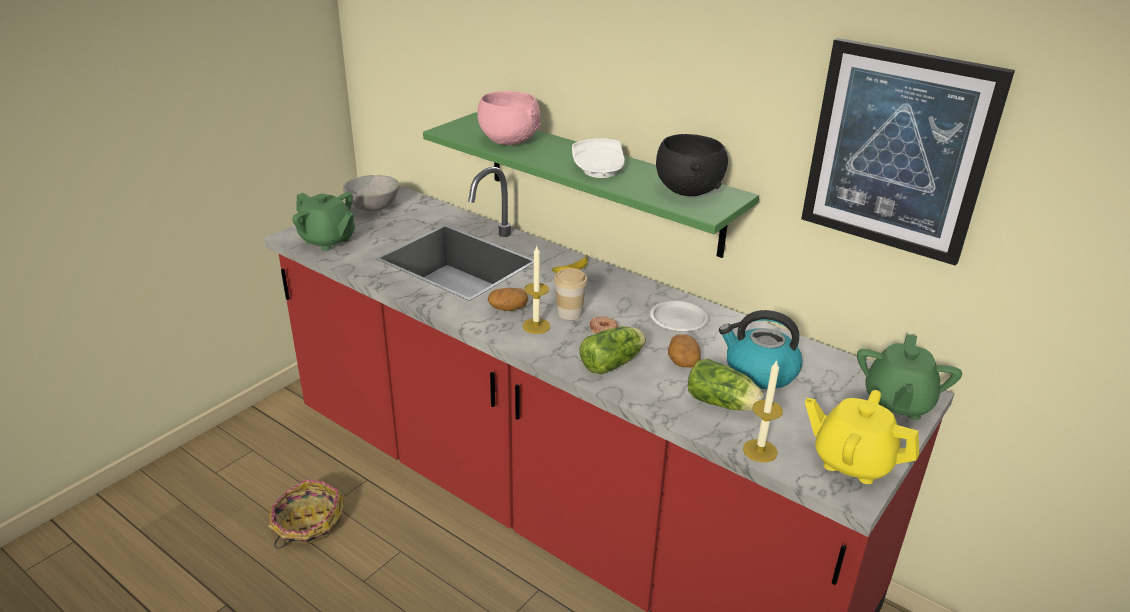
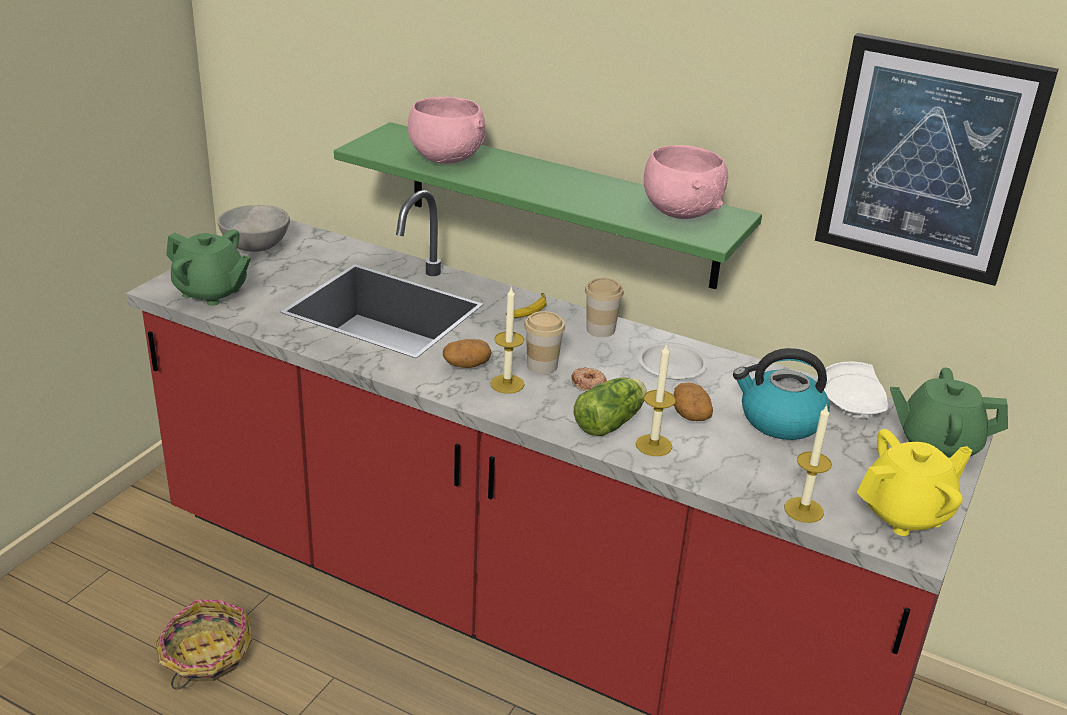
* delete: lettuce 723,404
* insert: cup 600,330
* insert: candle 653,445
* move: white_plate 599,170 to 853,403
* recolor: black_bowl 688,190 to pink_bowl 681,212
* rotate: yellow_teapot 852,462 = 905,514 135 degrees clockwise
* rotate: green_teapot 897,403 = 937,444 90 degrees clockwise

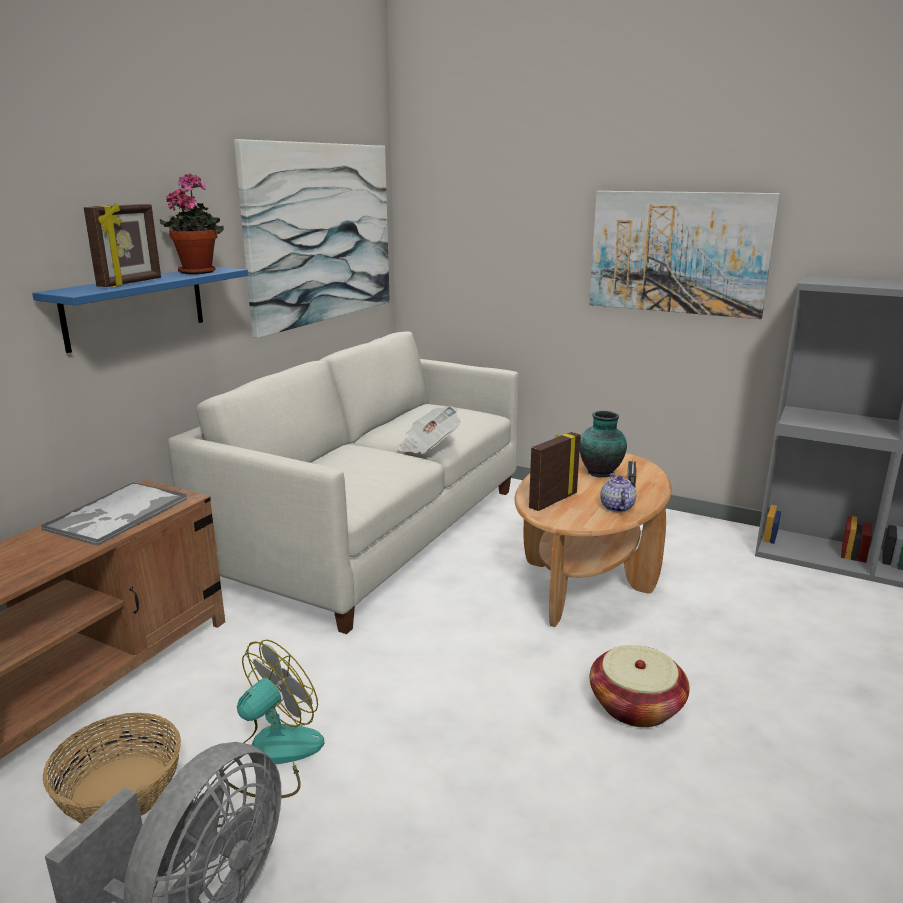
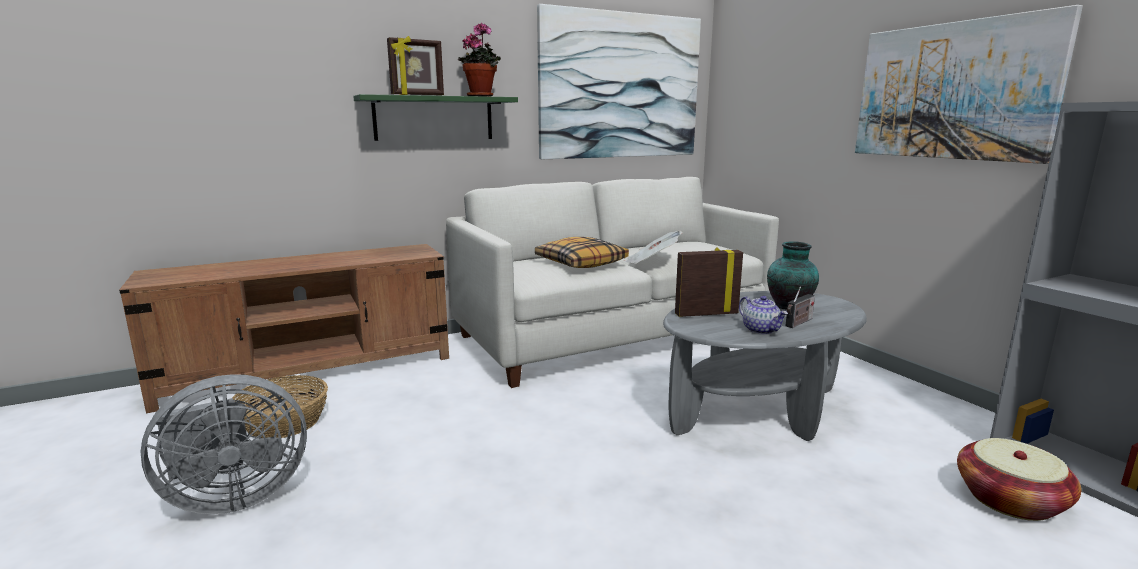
* delete: tray 116,515
* delete: fan 272,755
* insert: pillow 581,263
* move: basket 636,706 to 1009,500
* recolor: blue_shelf 135,307 to green_shelf 434,118
* recolor: brown_coffee_table 587,577 to grey_coffee_table 757,411
* rotate: teapot 616,507 = 761,330 120 degrees clockwise

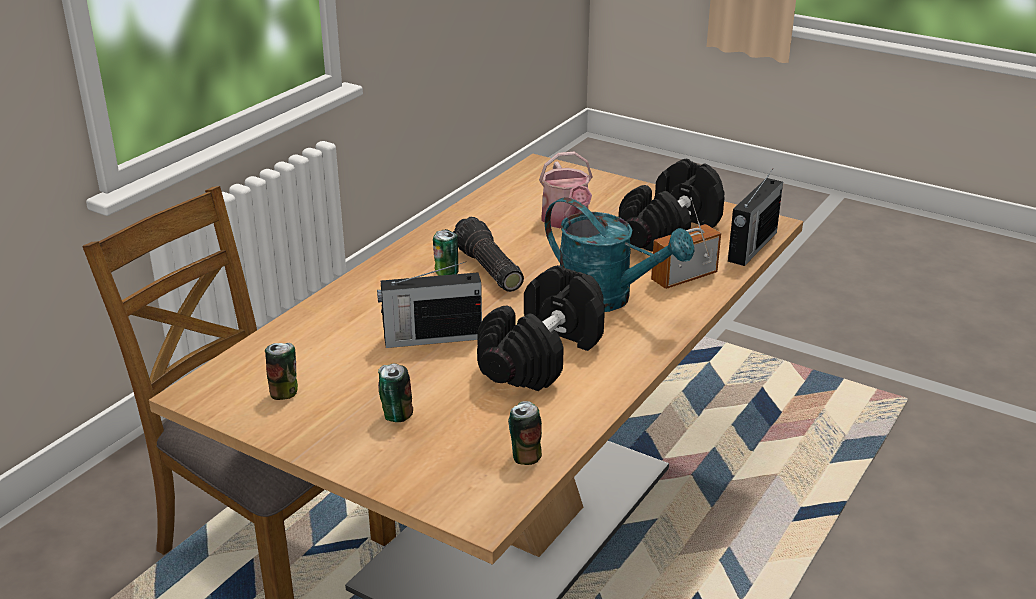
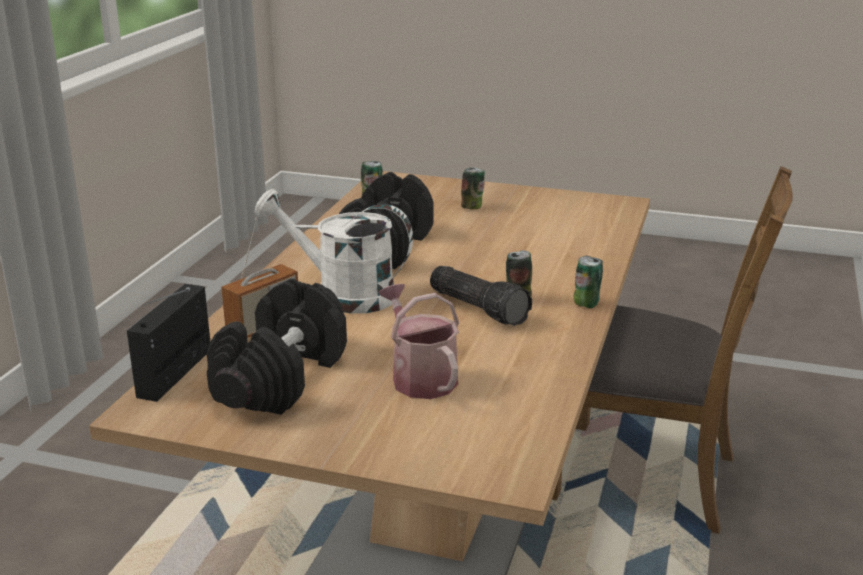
* delete: radio 431,338
* move: can 284,393 to 586,304
* recolor: turquoise_watering_can 607,299 to white_watering_can 342,295

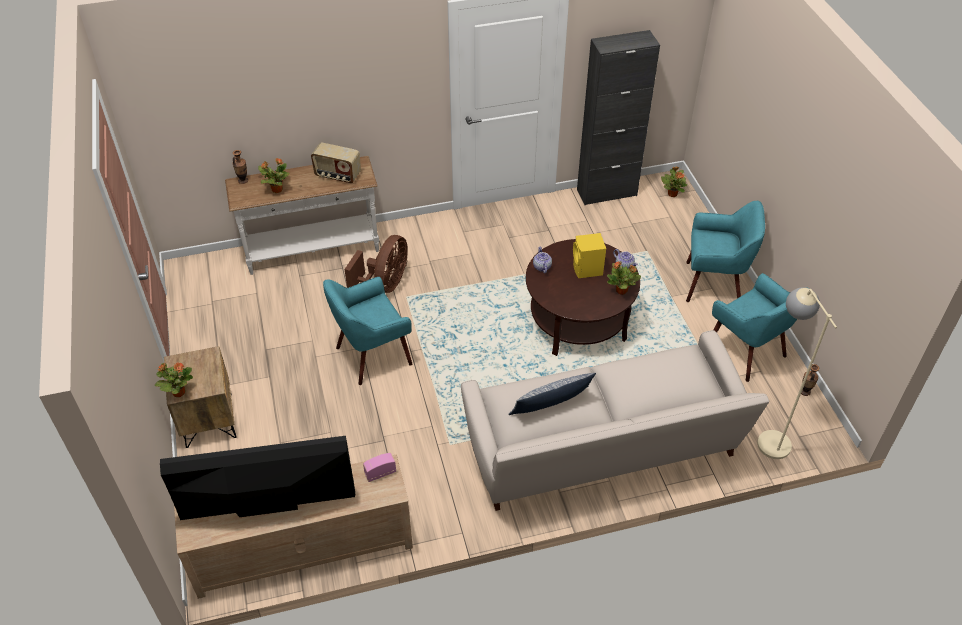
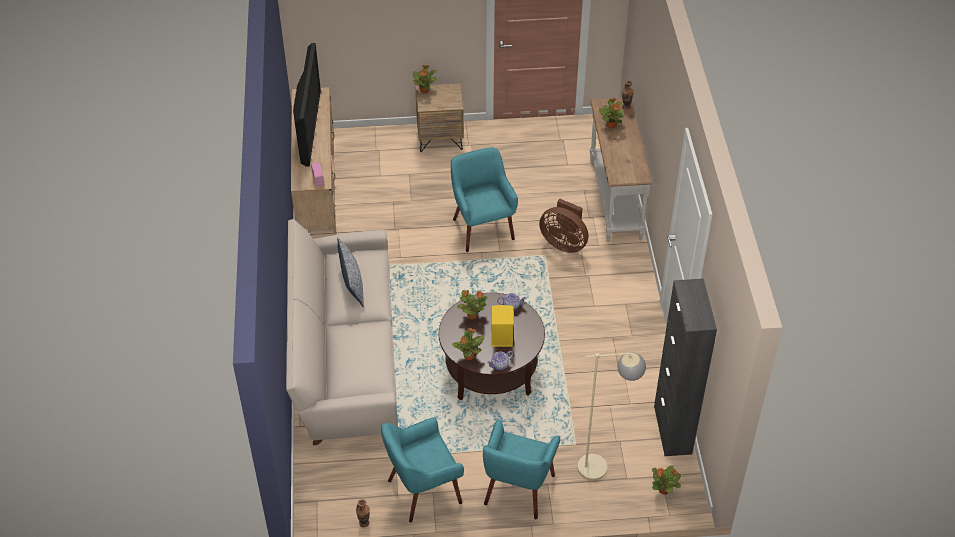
* delete: radio 337,175
* insert: potted_plant 472,315
* move: beige_floor_lamp 768,435 to 603,466

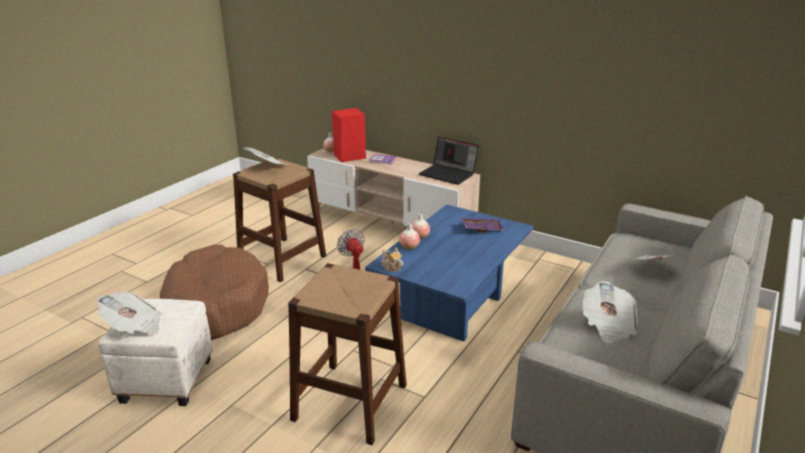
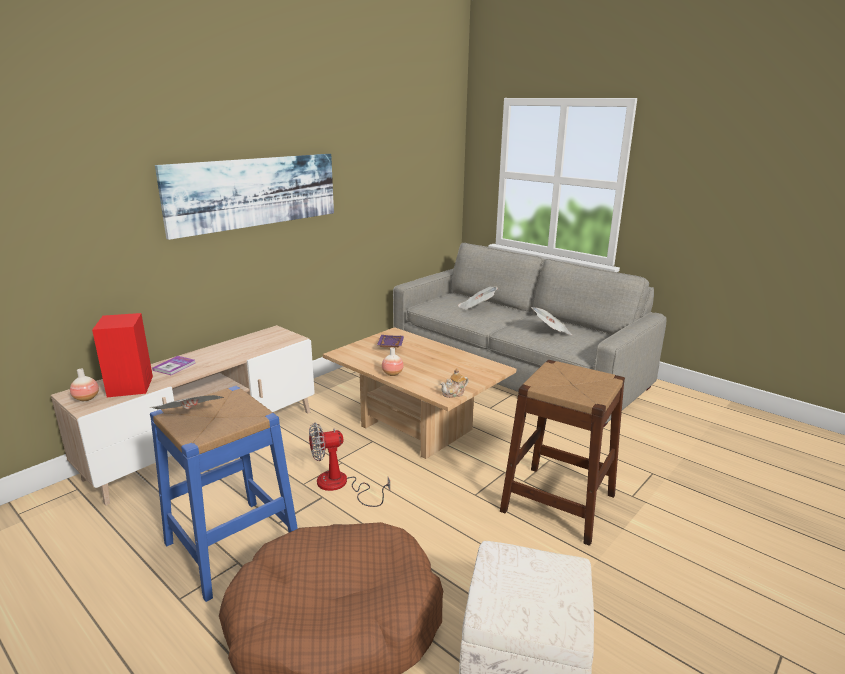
* delete: newspaper 134,326
* delete: vase 409,247
* delete: laptop 448,174
* insert: picture 255,192
* recolor: brown_stool 282,259 to blue_stool 232,546
* recolor: blue_coffee_table 451,308 to beige_coffee_table 416,428

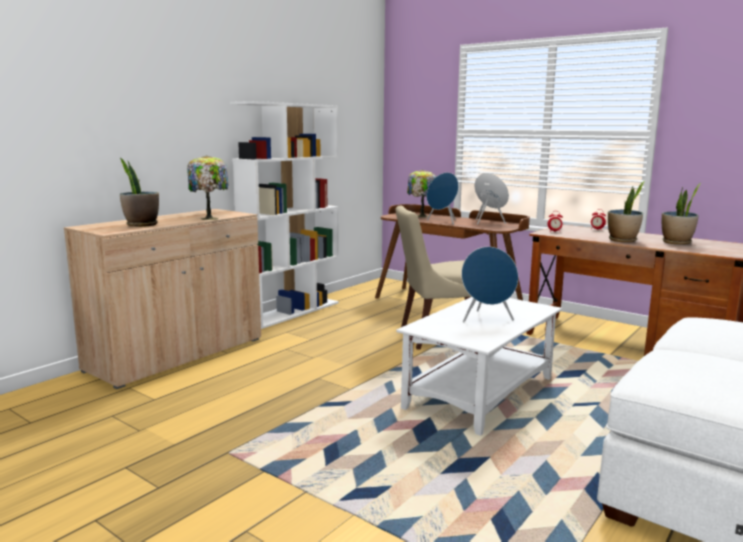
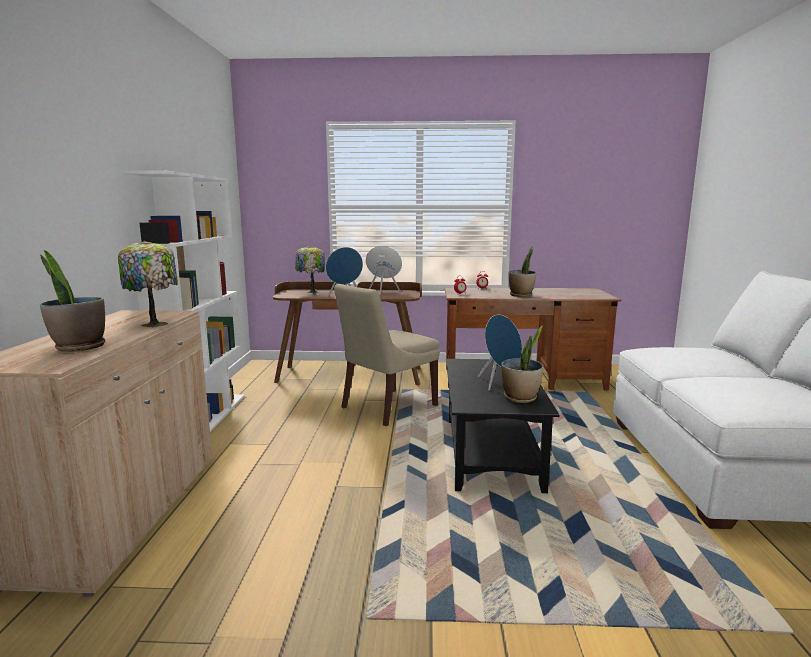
* move: potted_plant 676,242 to 520,398
* recolor: white_coffee_table 480,394 to black_coffee_table 491,454

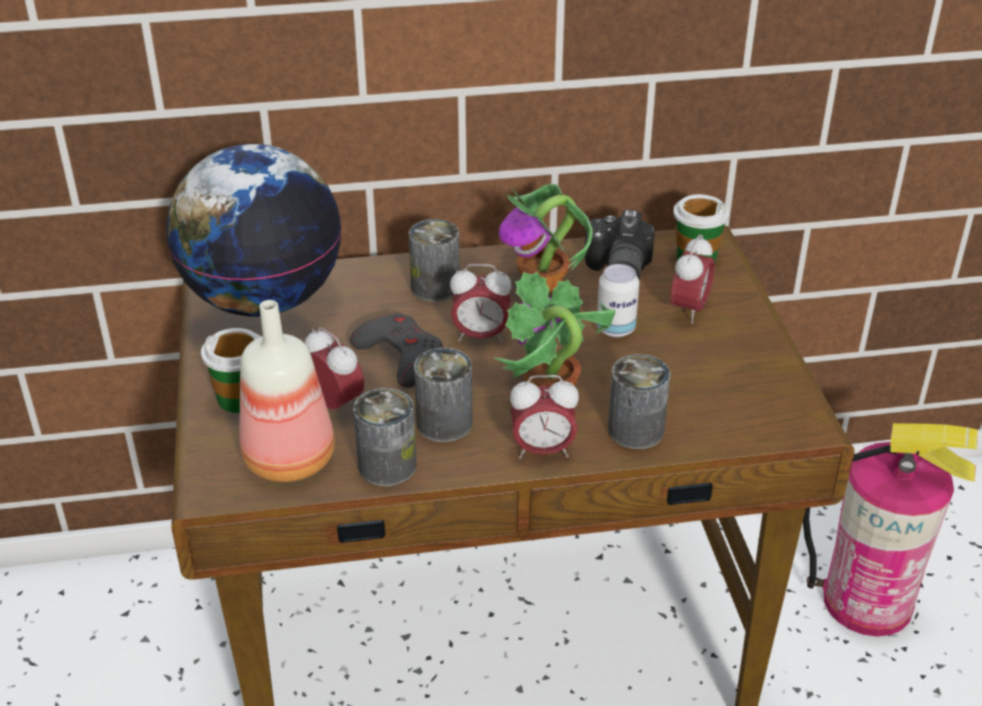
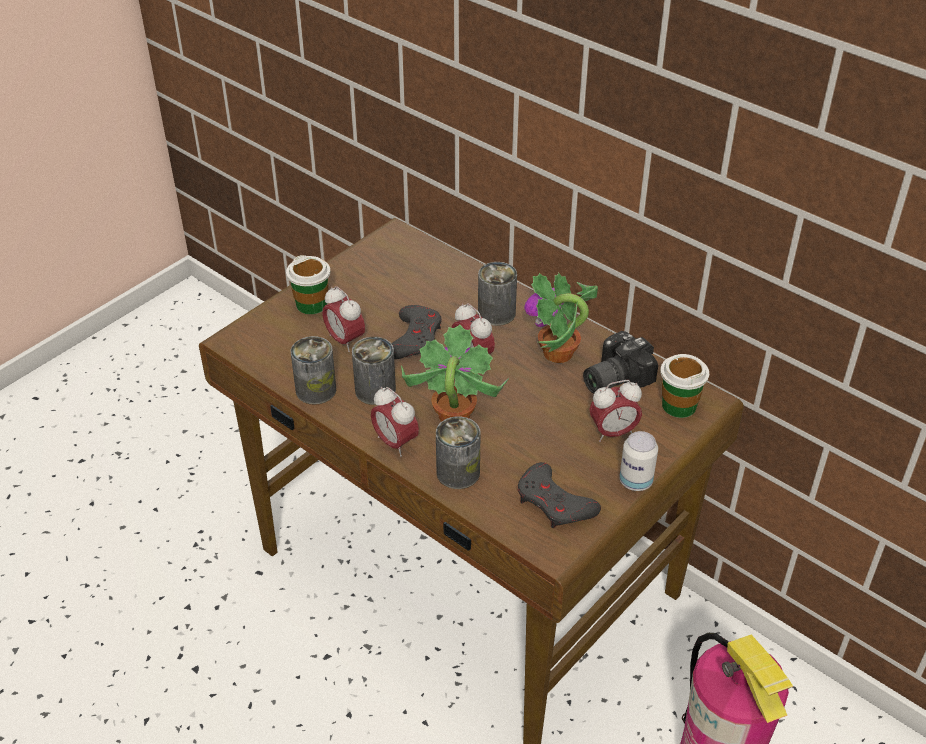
* delete: globe 263,300
* delete: bottle 291,457
* insert: grey_game_controller 554,503
* move: can 615,329 to 635,481
* rotate: alarm_clock 336,405 = 345,340 135 degrees clockwise

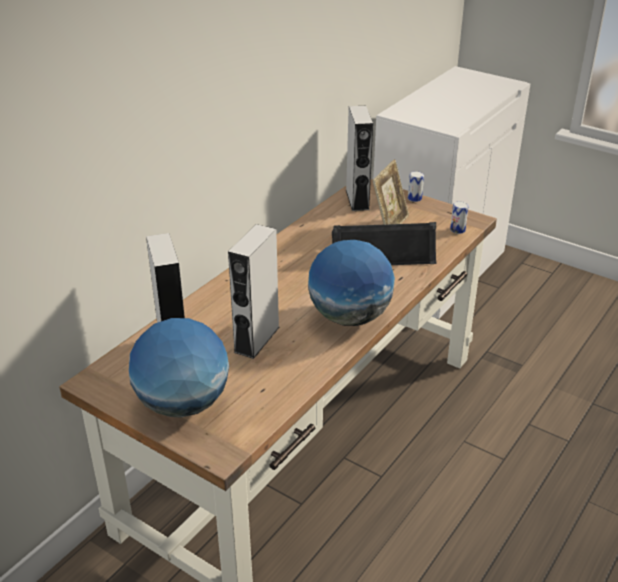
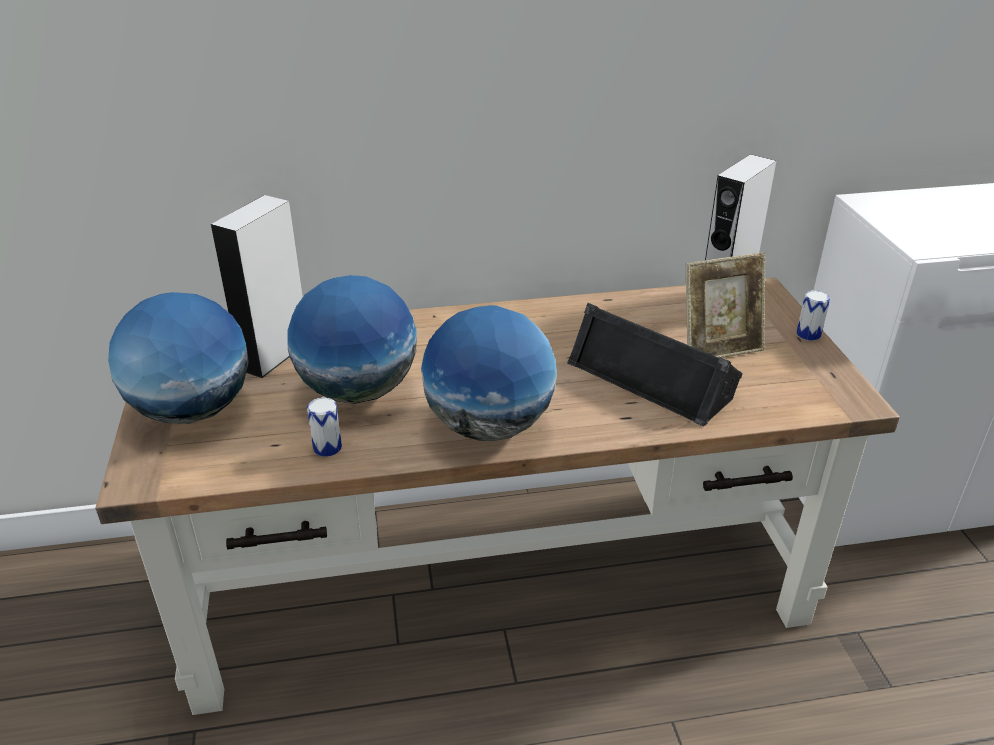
* move: can 457,230 to 327,448
* replace: grey_speaker 257,339 to globe 358,390

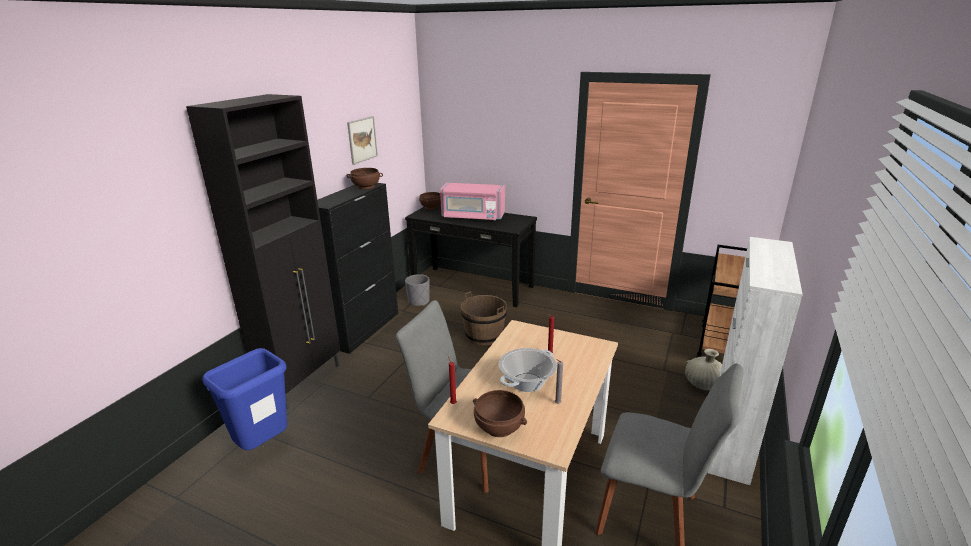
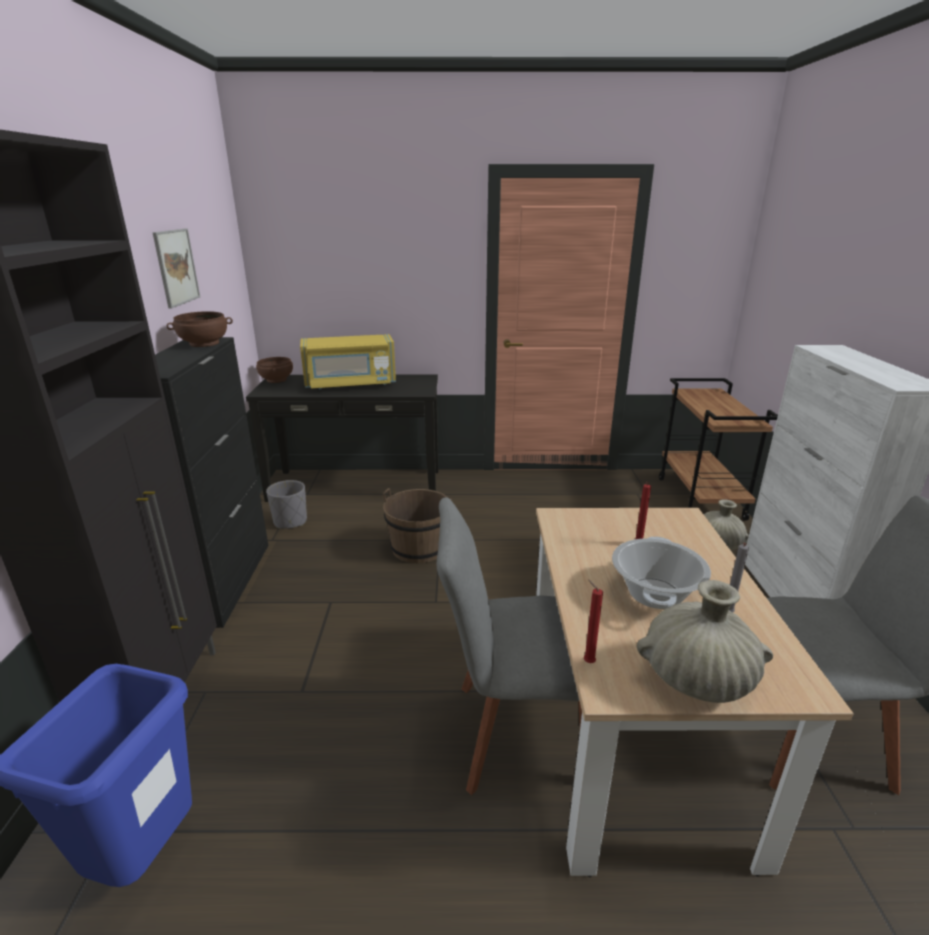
* replace: brown_bowl 500,427 to beige_vase 696,679
* recolor: pink_microwave 473,216 to yellow_microwave 350,384

